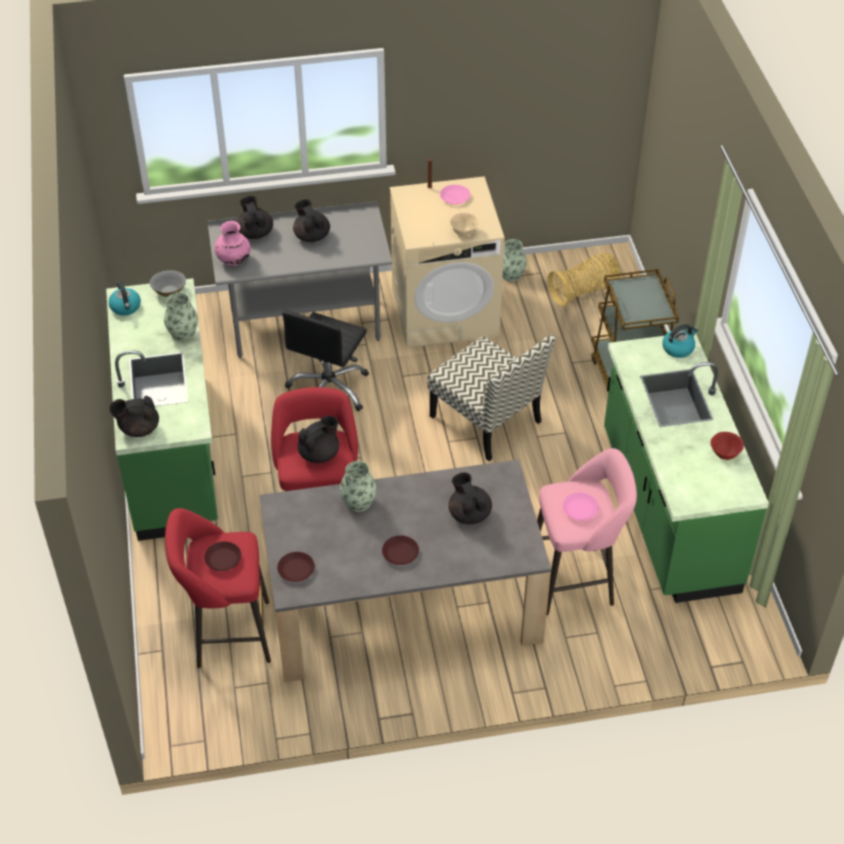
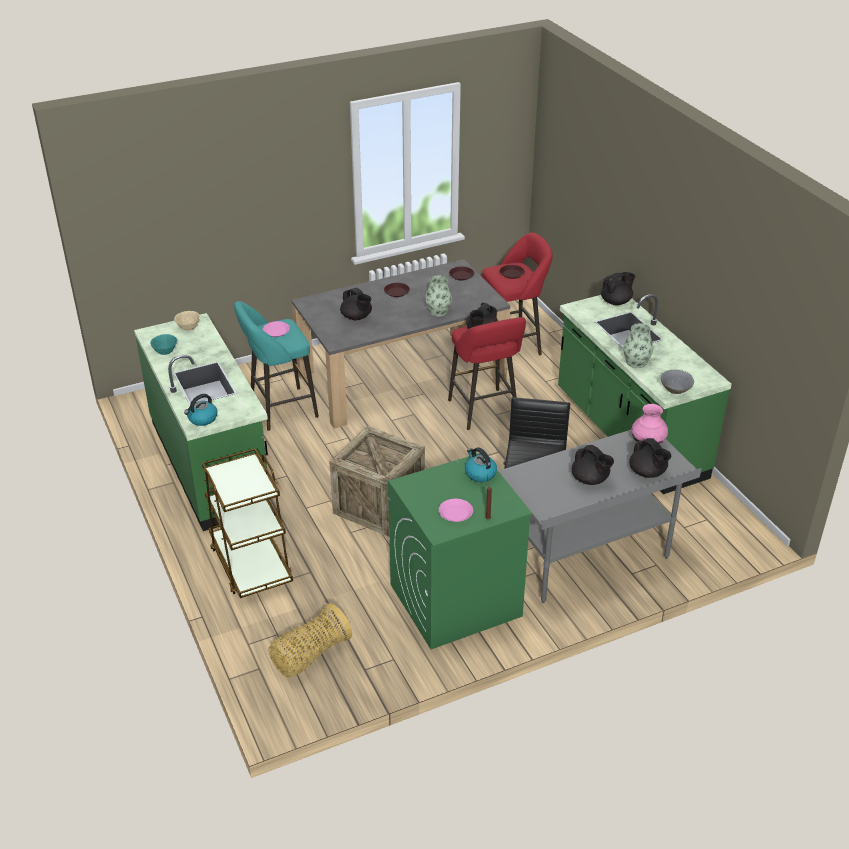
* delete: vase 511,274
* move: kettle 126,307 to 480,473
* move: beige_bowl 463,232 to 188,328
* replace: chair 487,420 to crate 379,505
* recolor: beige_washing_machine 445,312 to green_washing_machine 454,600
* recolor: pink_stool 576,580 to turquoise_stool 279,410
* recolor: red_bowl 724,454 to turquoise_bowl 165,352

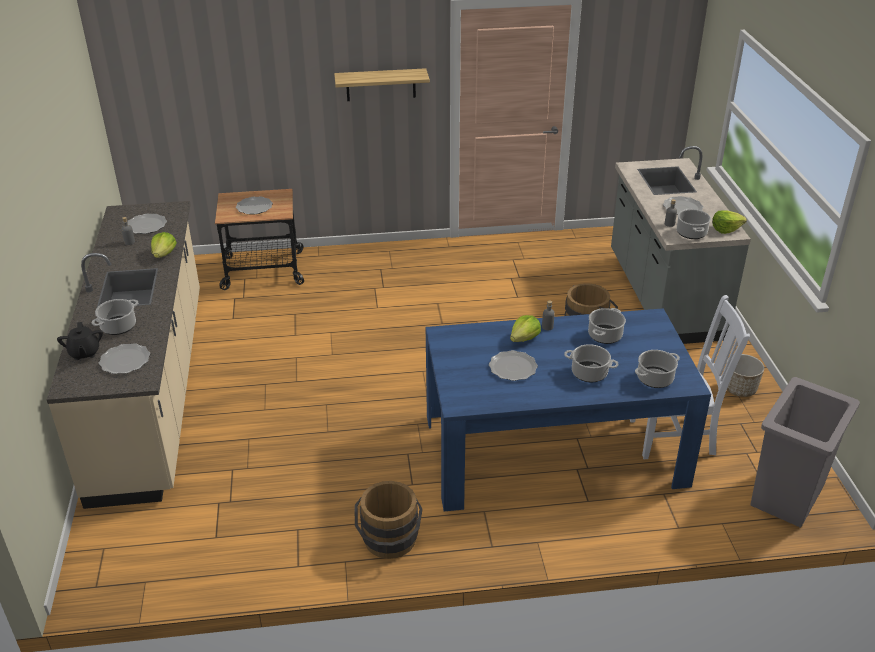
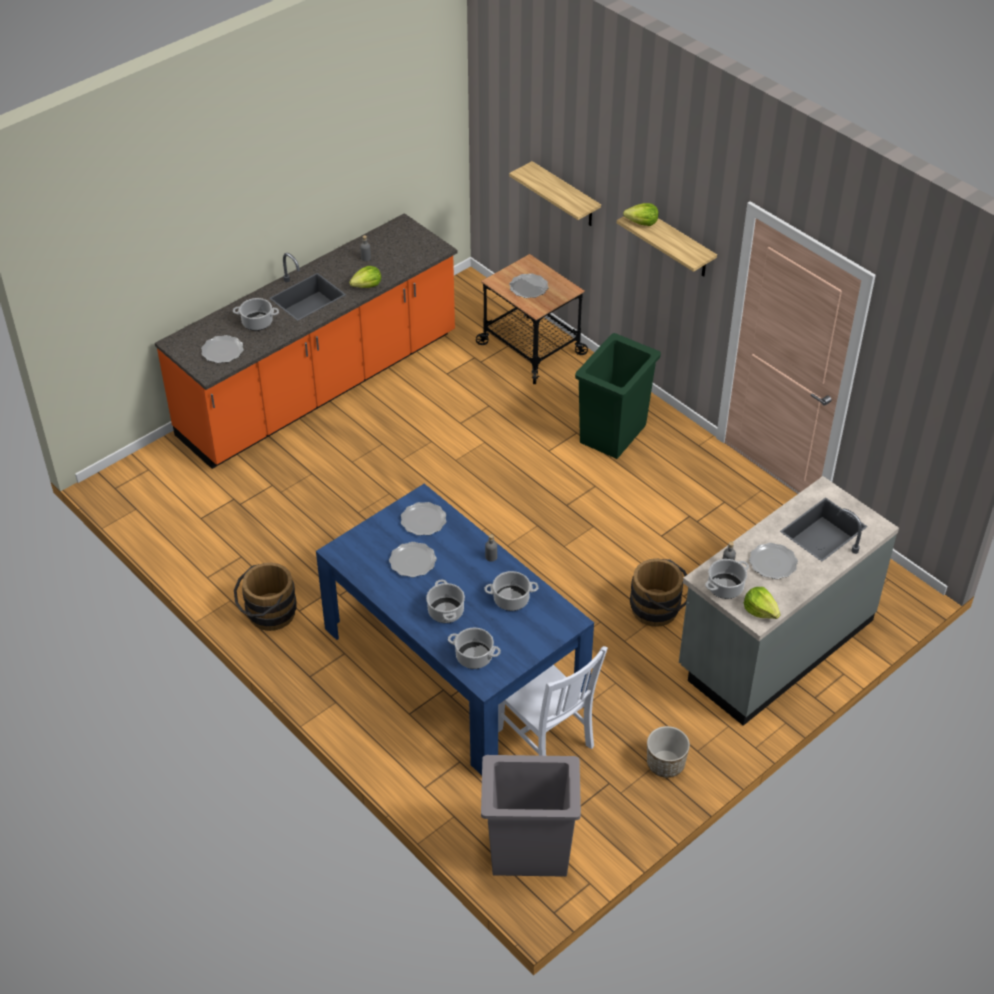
* delete: black_teapot 84,353
* insert: shelf 565,195
* insert: green_trash_can 614,433
* move: plate 146,226 to 423,520
* move: lettuce 524,338 to 642,223
* recolor: beige_counter 152,389 to orange_counter 320,386

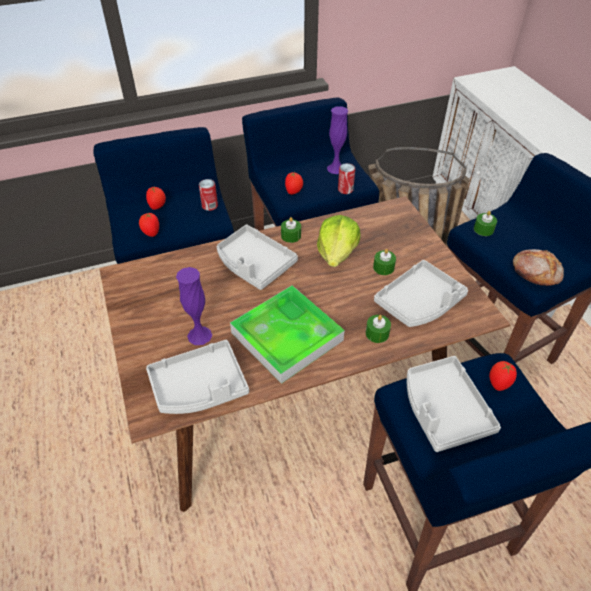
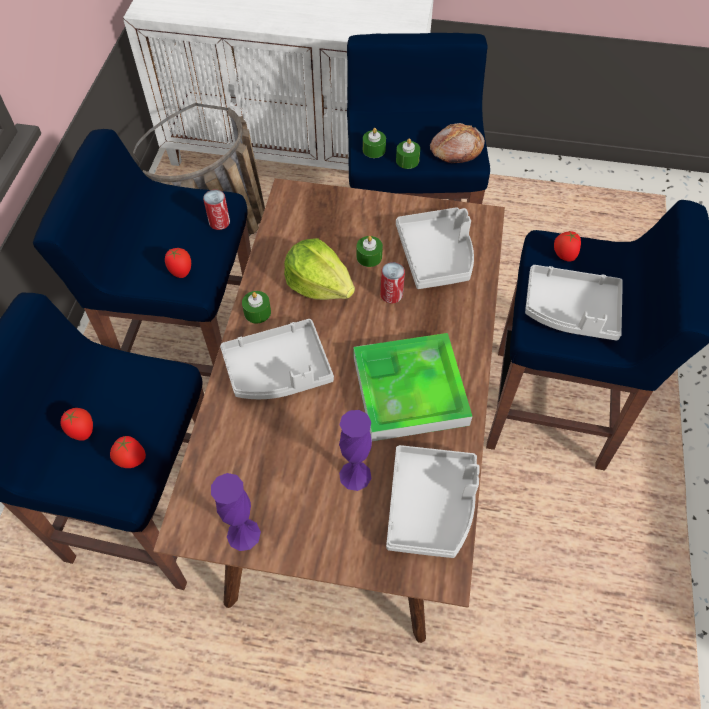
* move: can 210,206 to 391,294
* move: purple_vase 336,168 to 243,534
* move: green_candle 377,333 to 407,160

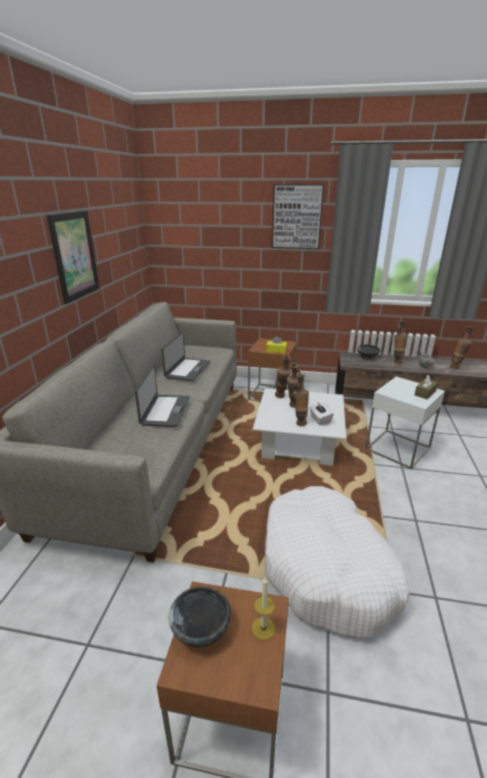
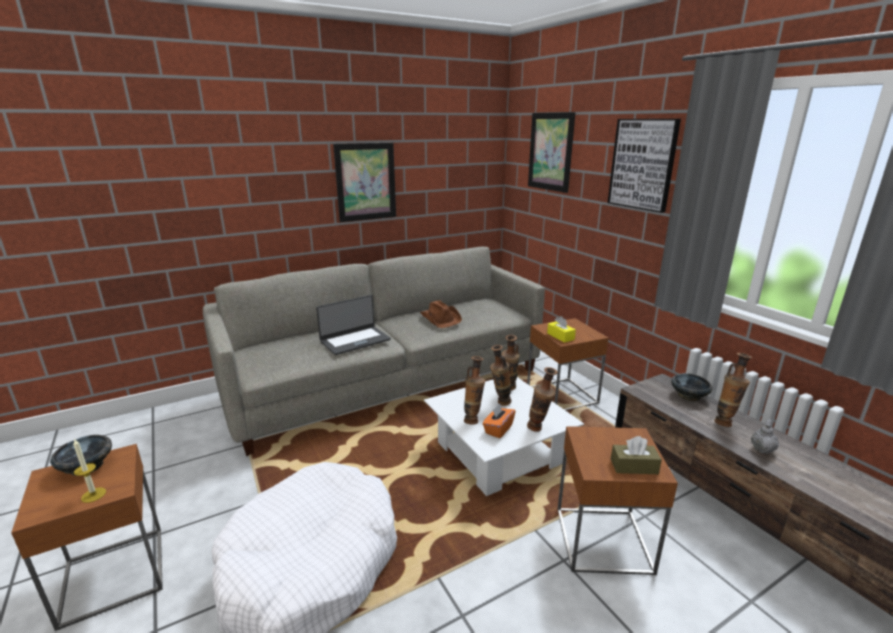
* insert: picture 550,151
* move: vase 456,368 to 539,429
* replace: laptop 187,369 to brown_hat 441,318
* recolor: white_tissue_box 320,419 to orange_tissue_box 498,429
* recolor: white_side_table 397,448 to brown_side_table 603,539

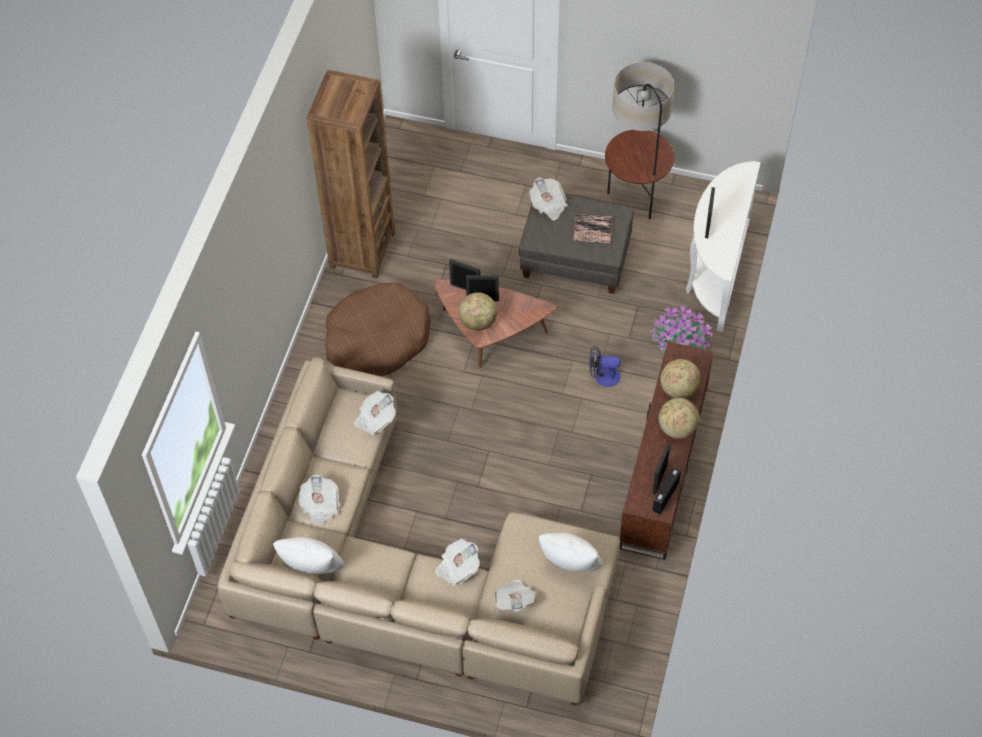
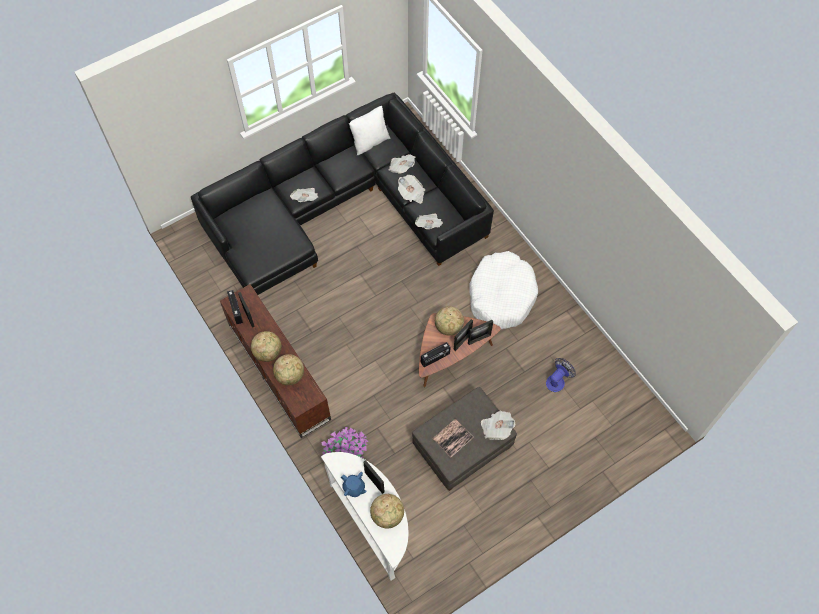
* delete: brown_bookcase 362,249
* delete: white_pillow 570,565
* delete: floor_lamp 635,200
* insert: blue_teapot 354,488
* insert: globe 387,515
* insert: radio 435,358
* move: newspaper 514,600 to 411,194
* move: fan 602,376 to 557,380
* recolor: beige_sofa 409,572 to black_sofa 343,209
* recolor: brown_dog_bed 377,339 to white_dog_bed 501,295

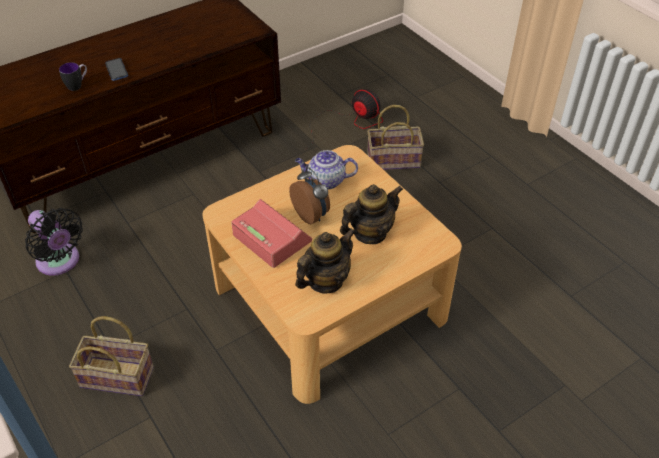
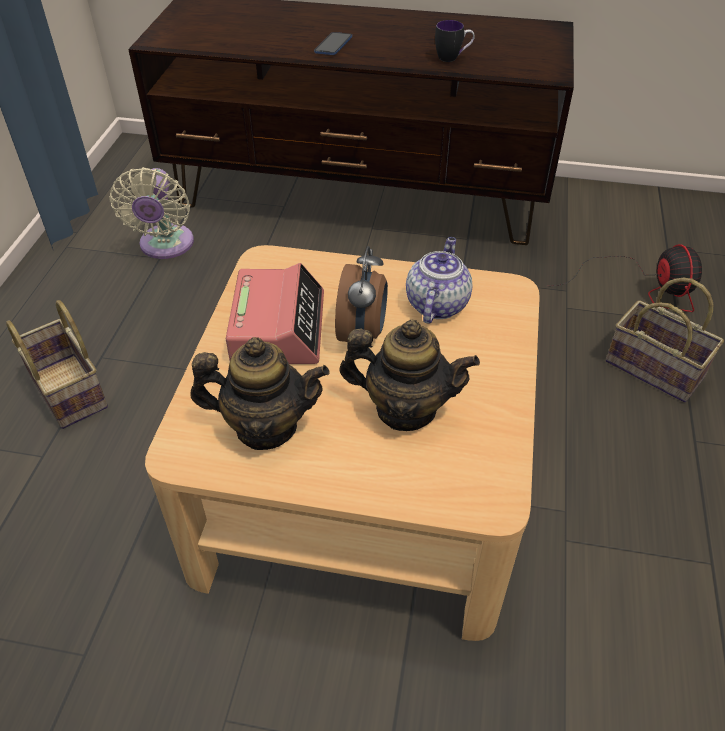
* move: mug 78,85 to 452,58
* recolor: black_fan 60,262 to beige_fan 165,246
* rotate: teapot 325,181 = 436,304 60 degrees clockwise

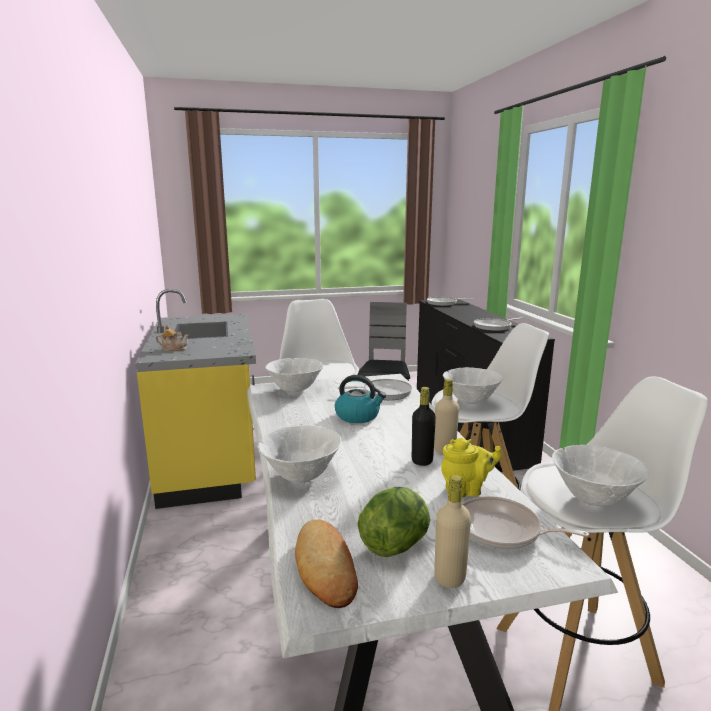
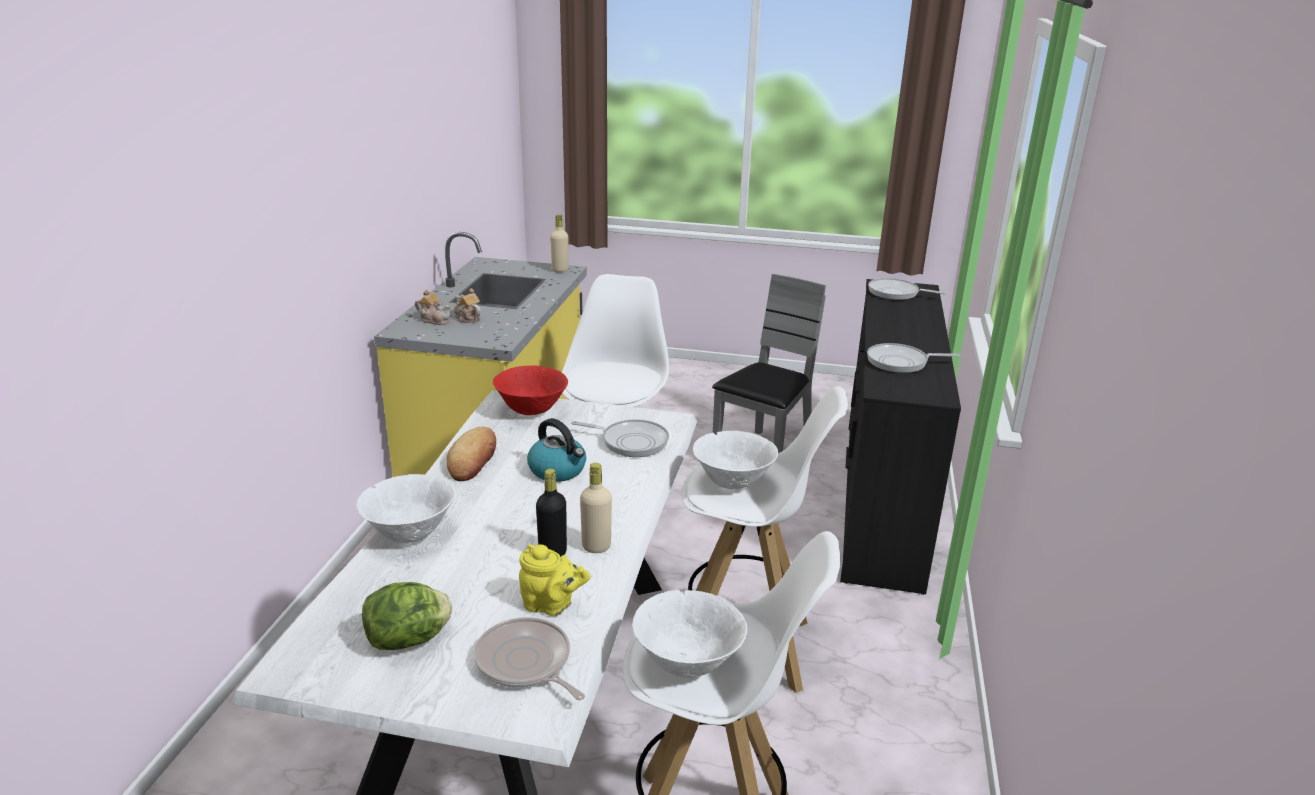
* insert: teapot 467,318
* move: bread 326,568 to 473,459
* move: beige_bottle 449,578 to 560,270
* recolor: white_bowl 294,390 to red_bowl 531,411

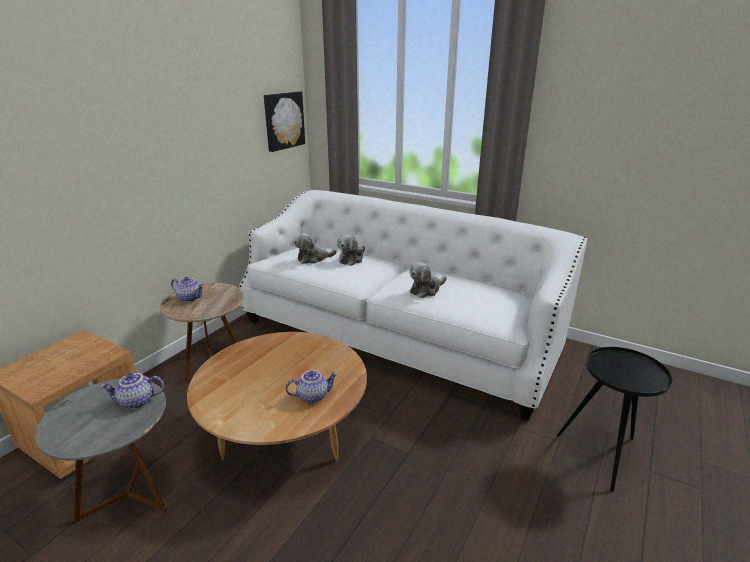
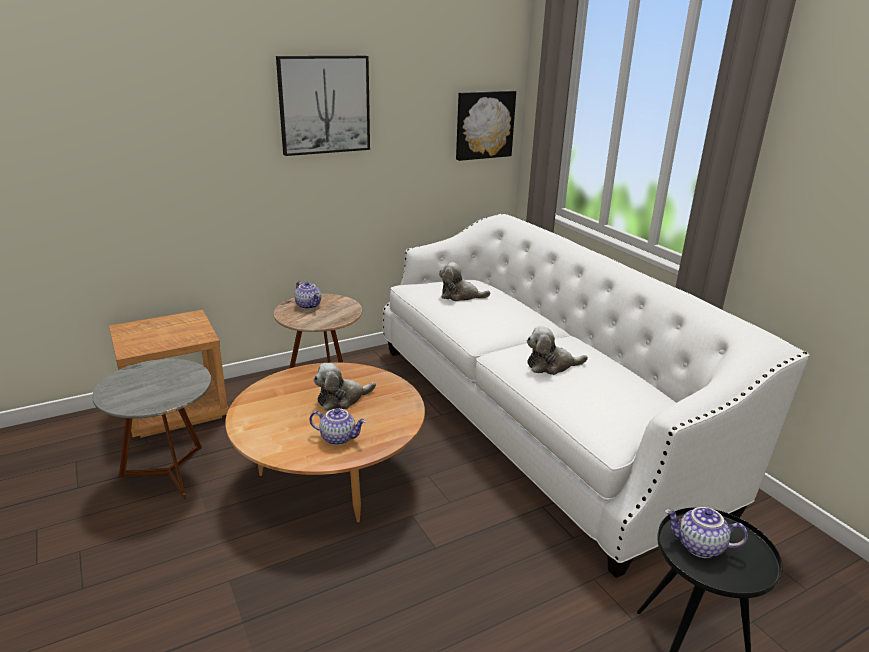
* insert: picture 324,105
* move: teapot 136,402 to 699,547
* move: plush_toy 352,259 to 342,399

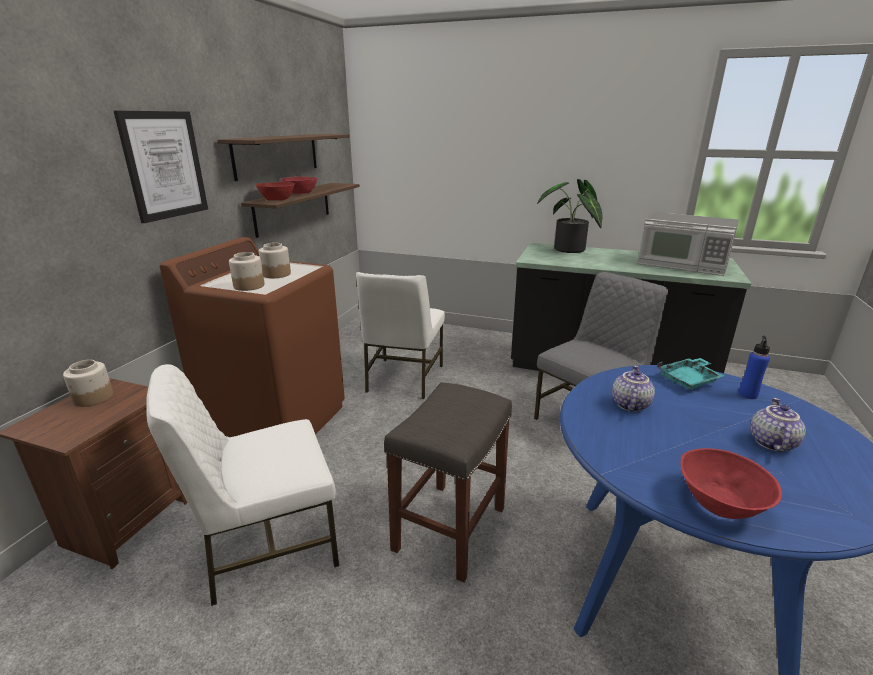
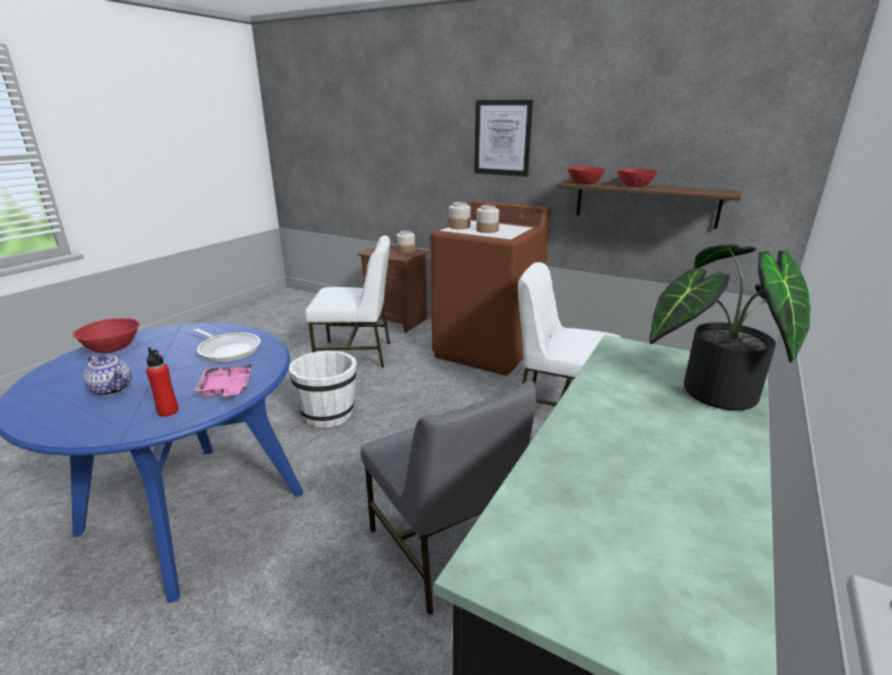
* delete: shelf 277,155
* delete: microwave 682,264
* replace: grey_stool 450,527 to white_bucket 328,414
* replace: teapot 629,404 to frying_pan 228,350
* recolor: turquoise_tray 689,380 to pink_tray 226,389
* recolor: blue_bottle 747,395 to red_bottle 168,411
* rotate: white_chair 267,545 = 355,354 105 degrees clockwise

